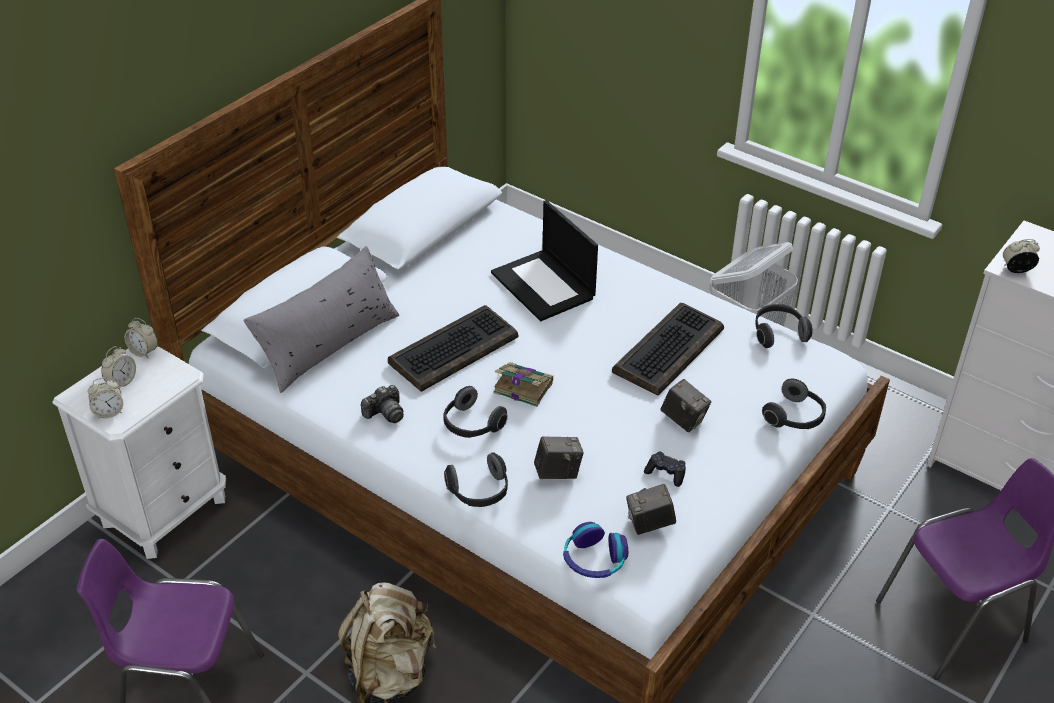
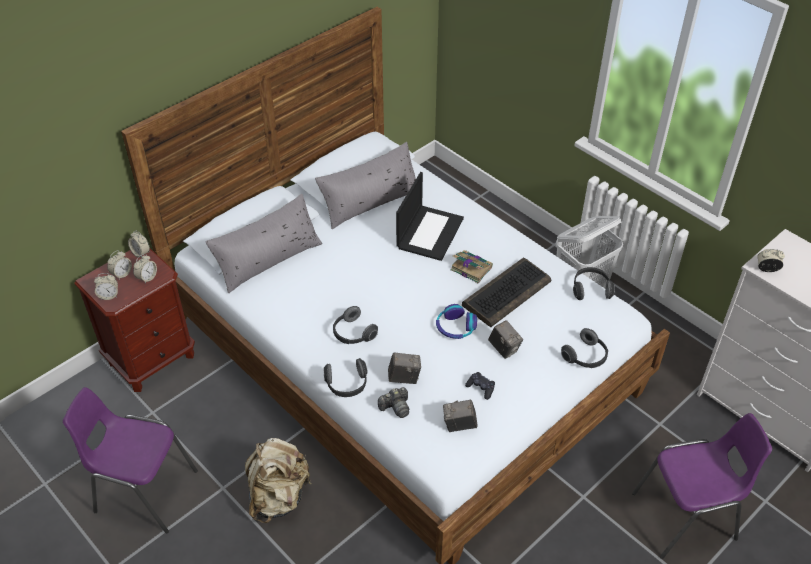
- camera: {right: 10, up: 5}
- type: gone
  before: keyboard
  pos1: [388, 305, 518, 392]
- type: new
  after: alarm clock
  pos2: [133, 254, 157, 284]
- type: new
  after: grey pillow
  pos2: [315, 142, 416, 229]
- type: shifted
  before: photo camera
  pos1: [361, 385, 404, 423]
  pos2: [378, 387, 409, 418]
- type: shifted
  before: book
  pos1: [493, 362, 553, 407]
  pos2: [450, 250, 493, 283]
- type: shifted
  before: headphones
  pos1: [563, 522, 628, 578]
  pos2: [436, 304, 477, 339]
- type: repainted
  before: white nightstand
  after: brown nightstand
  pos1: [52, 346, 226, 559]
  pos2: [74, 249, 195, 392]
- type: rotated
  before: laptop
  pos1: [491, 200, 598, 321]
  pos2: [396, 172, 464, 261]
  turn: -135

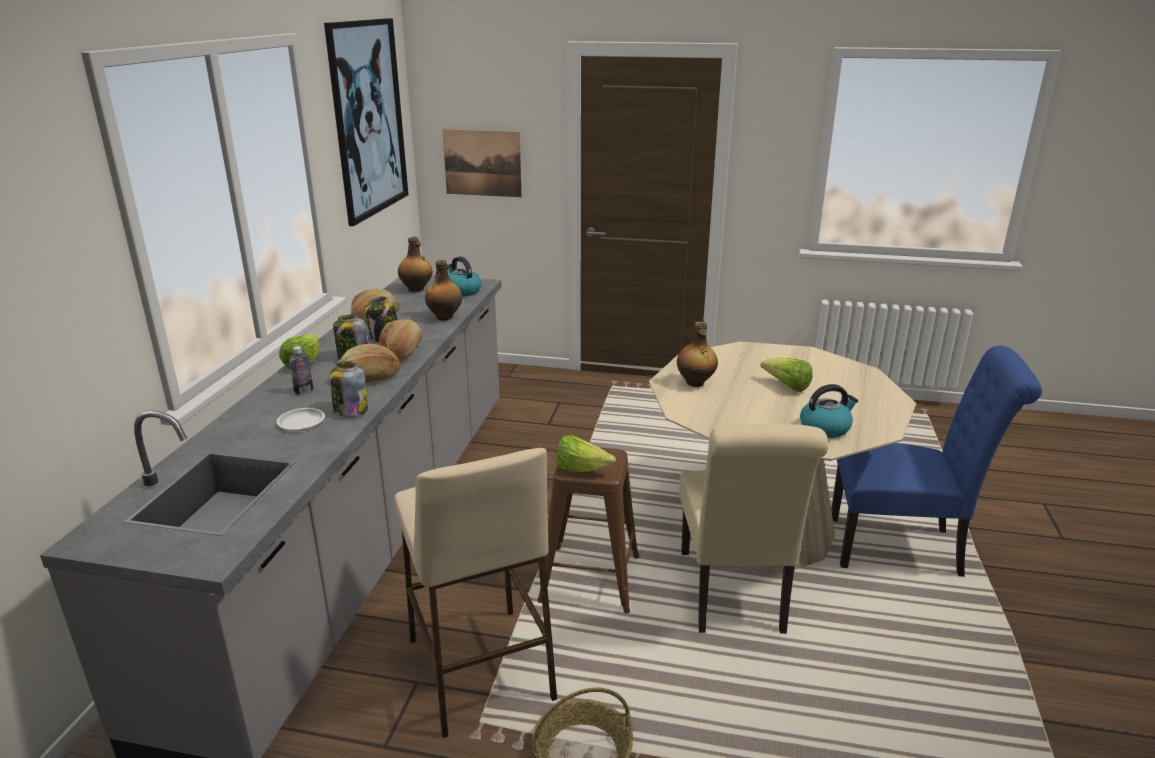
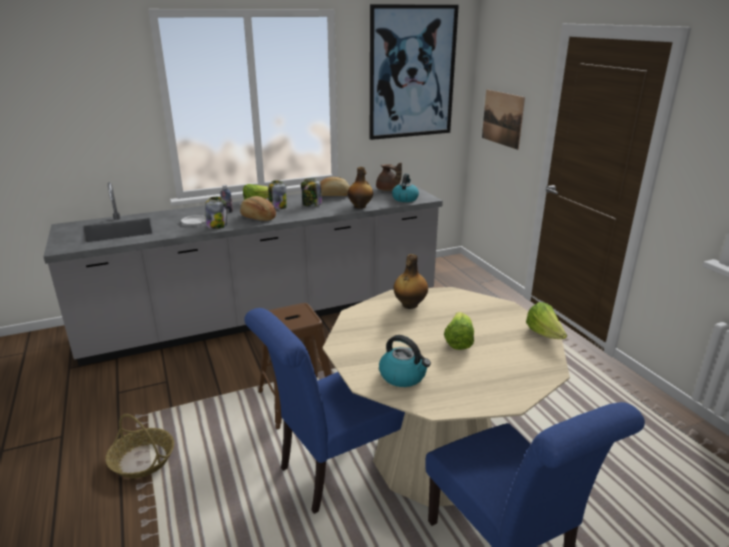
- camera: {right: 55, up: 0}
- type: gone
  before: bread
  pos1: [379, 320, 423, 361]
- type: gone
  before: beige stool
  pos1: [394, 448, 557, 738]
- type: shifted
  before: lettuce
  pos1: [556, 435, 616, 472]
  pos2: [526, 302, 567, 339]
- type: swapped
  before: bottle
  after: brown teapot
  pos1: [398, 236, 432, 292]
  pos2: [376, 163, 402, 191]
- type: repainted
  before: beige chair
  after: blue chair
  pos1: [679, 424, 828, 634]
  pos2: [244, 308, 405, 514]

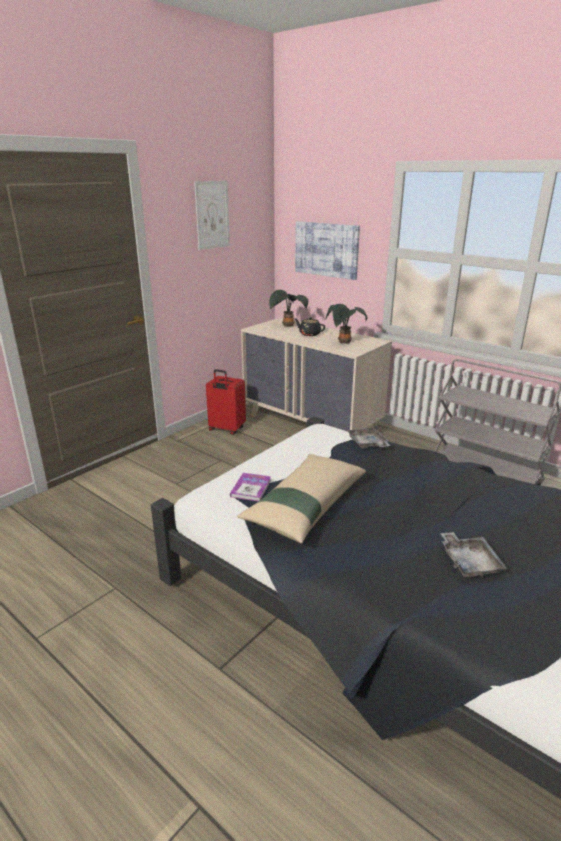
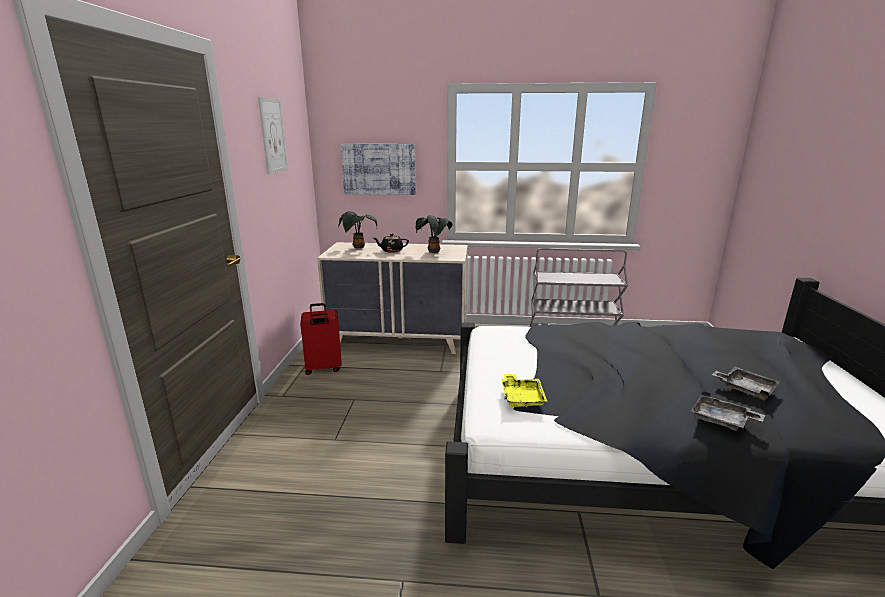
- camera: {right: -35, up: -5}
- type: gone
  before: beige pillow
  pos1: [237, 454, 366, 544]
- type: shifted
  before: grey tray
  pos1: [347, 425, 390, 449]
  pos2: [691, 391, 765, 431]
- type: swapped
  before: book
  after: yellow tray
  pos1: [230, 473, 271, 501]
  pos2: [501, 374, 548, 408]

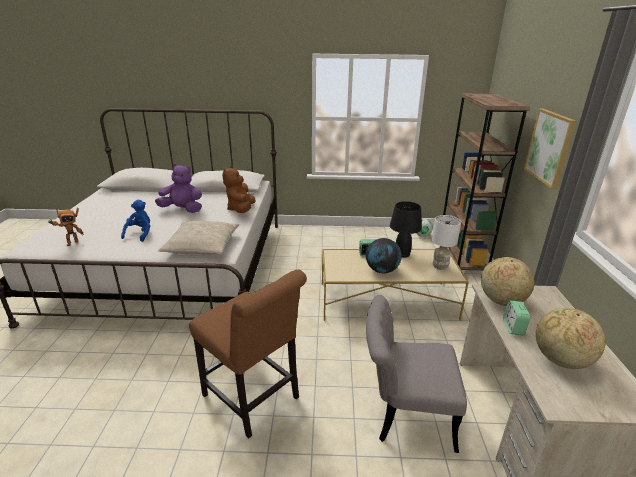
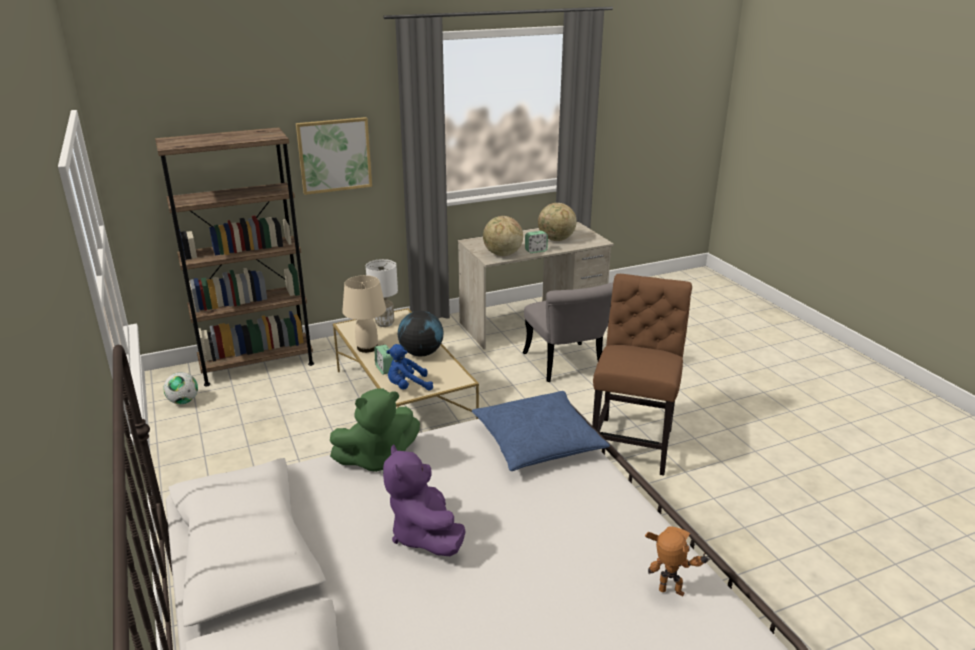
- camera: {right: -115, up: 0}
- type: shifted
  before: blue plush toy
  pos1: [121, 200, 150, 242]
  pos2: [386, 344, 433, 391]
- type: repainted
  before: beige pillow
  after: blue pillow
  pos1: [158, 221, 239, 255]
  pos2: [472, 391, 610, 471]
- type: repainted
  before: brown plush toy
  after: green plush toy
  pos1: [222, 166, 256, 213]
  pos2: [330, 388, 420, 473]
- type: repainted
  before: black table lamp
  after: beige table lamp
  pos1: [390, 201, 422, 258]
  pos2: [342, 275, 386, 353]

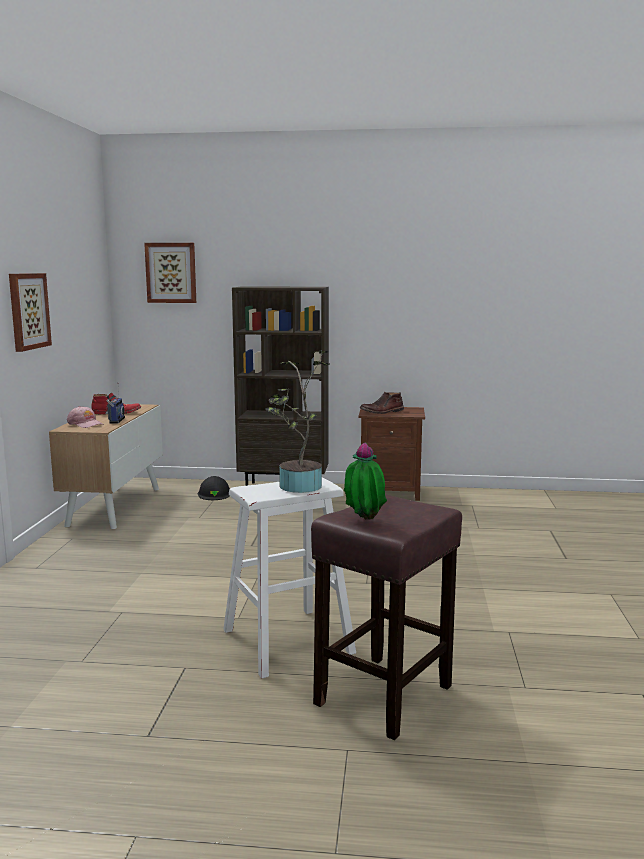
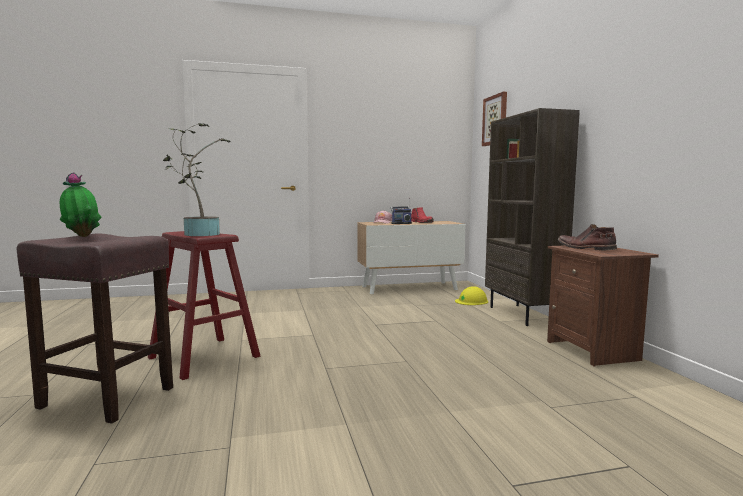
- camera: {right: 70, up: -5}
- type: gone
  before: picture
  pos1: [9, 273, 52, 352]
- type: repainted
  before: black hard hat
  after: yellow hard hat
  pos1: [198, 476, 230, 500]
  pos2: [455, 286, 488, 305]
- type: repainted
  before: white stool
  after: red stool
  pos1: [223, 477, 356, 679]
  pos2: [148, 231, 260, 380]

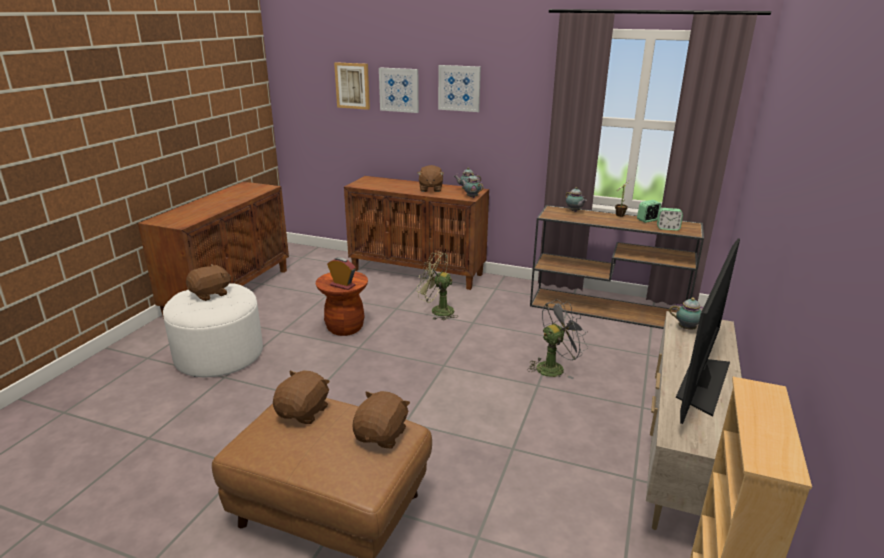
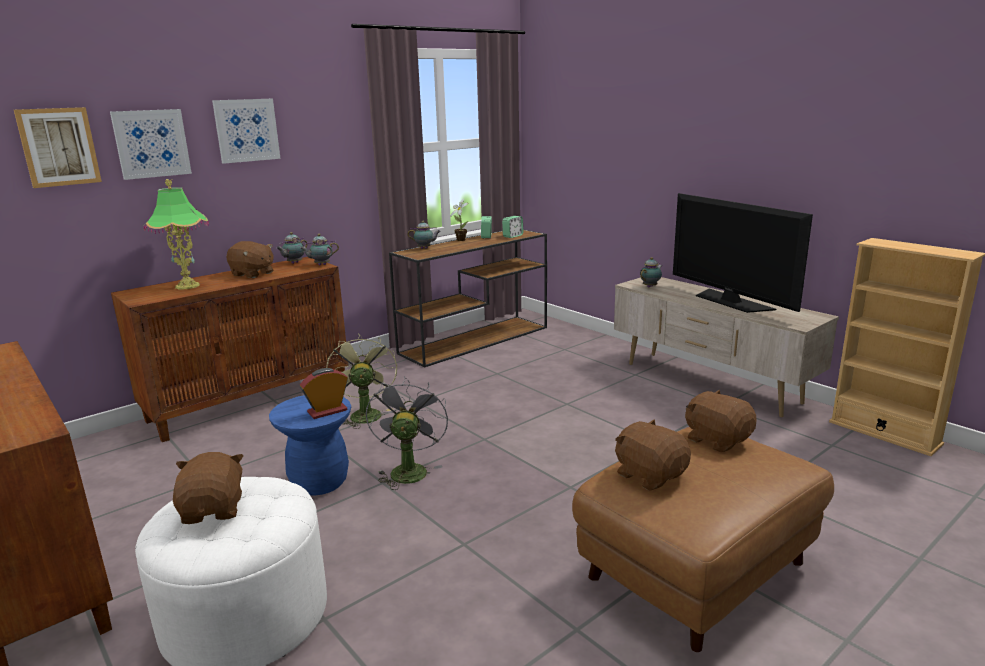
- camera: {right: -60, up: -5}
- type: new
  after: table lamp
  pos2: [144, 179, 209, 289]
- type: shifted
  before: grey fan
  pos1: [527, 300, 589, 379]
  pos2: [366, 377, 448, 490]
- type: repainted
  before: brown stool
  after: blue stool
  pos1: [316, 271, 368, 336]
  pos2: [269, 395, 351, 495]
- type: rotated
  before: green fan
  pos1: [417, 252, 457, 320]
  pos2: [326, 334, 397, 429]
  turn: 120

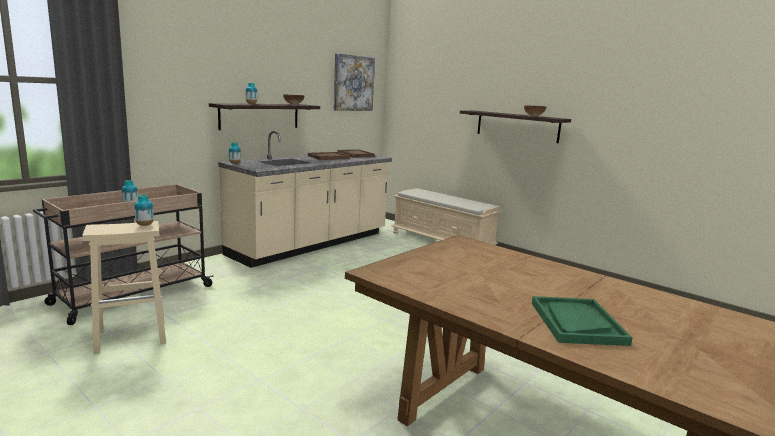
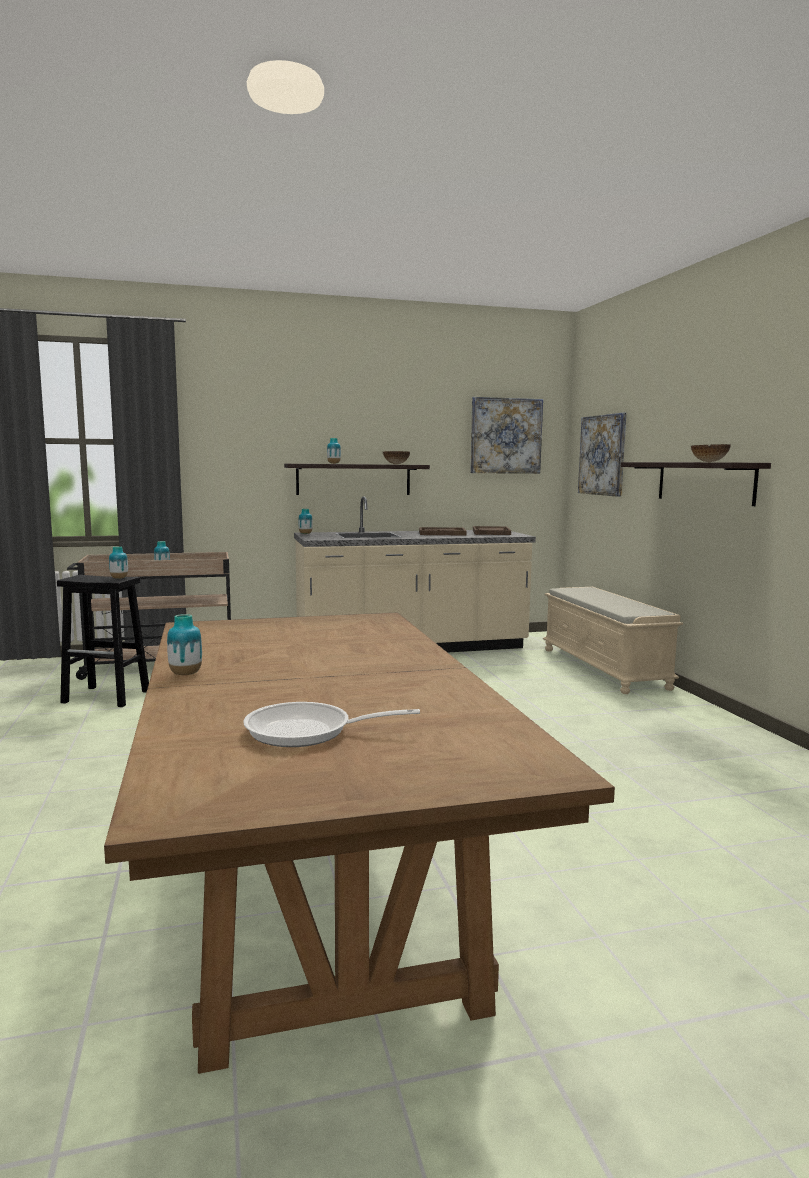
- camera: {right: 35, up: -5}
- type: gone
  before: green tray
  pos1: [532, 296, 632, 346]
- type: new
  after: vase
  pos2: [167, 614, 202, 675]
- type: new
  after: frying pan
  pos2: [243, 702, 420, 747]
- type: new
  after: picture
  pos2: [578, 413, 626, 497]
- type: repainted
  before: beige stool
  after: black stool
  pos1: [82, 221, 166, 354]
  pos2: [57, 575, 149, 707]

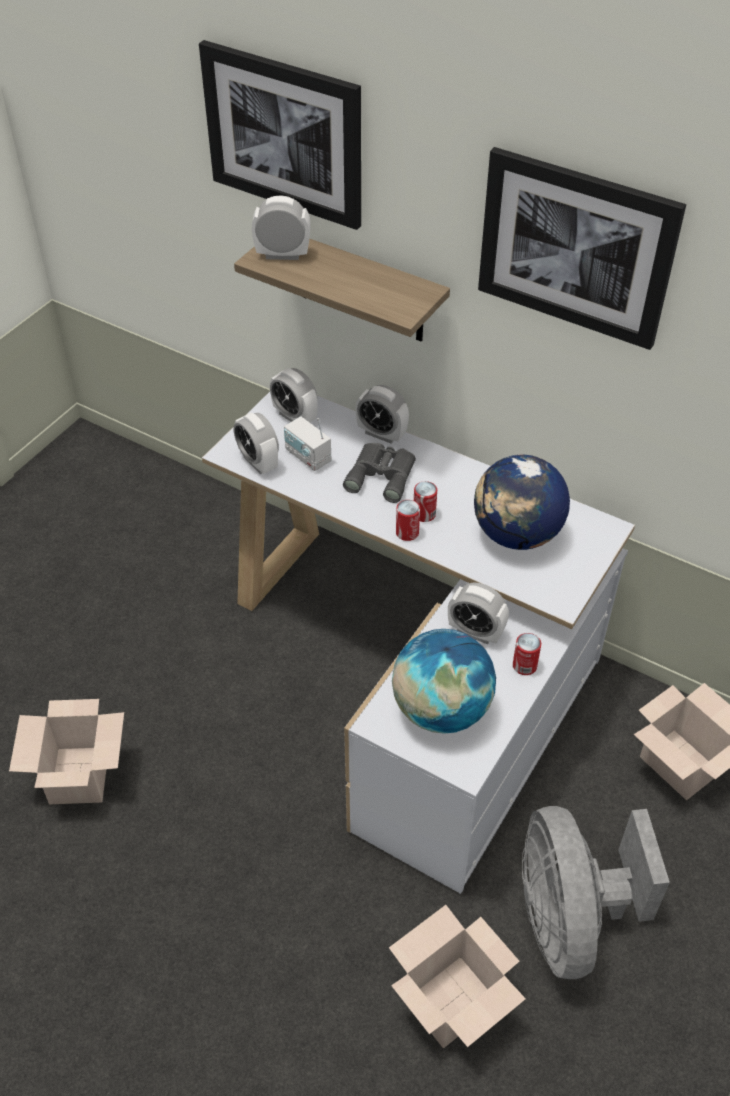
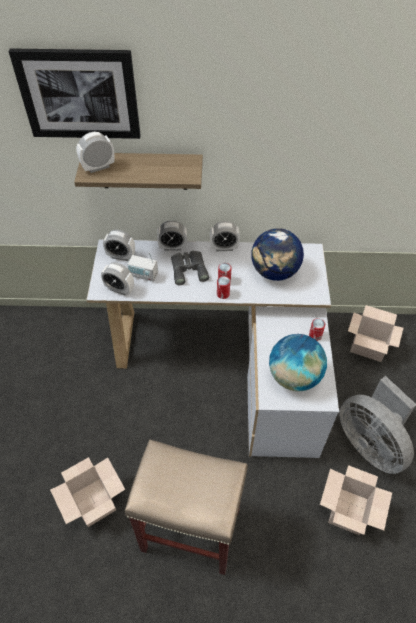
- camera: {right: -30, up: 5}
- type: gone
  before: picture
  pos1: [478, 147, 686, 350]
- type: new
  after: beige stool
  pos2: [125, 440, 248, 575]
- type: shifted
  before: alarm clock
  pos1: [448, 583, 509, 644]
  pos2: [210, 221, 240, 251]

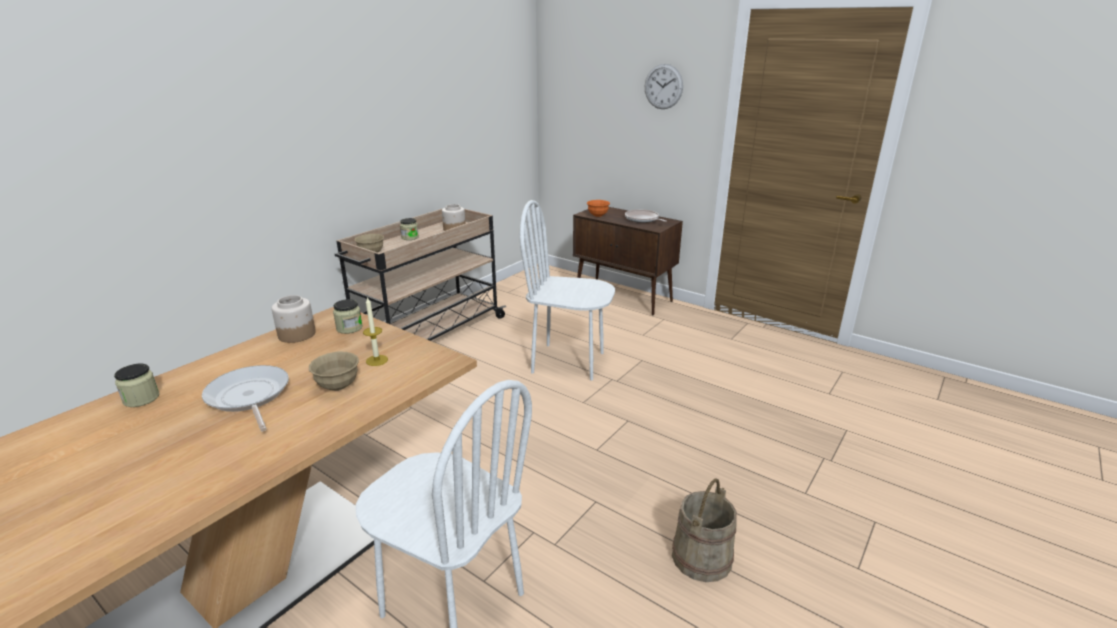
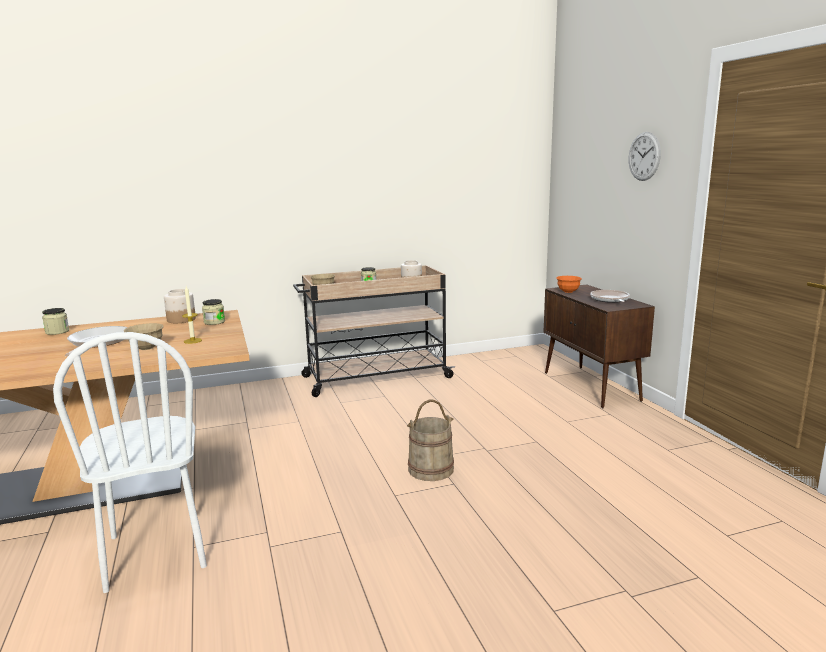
- camera: {right: 35, up: -10}
- type: gone
  before: white chair
  pos1: [520, 200, 615, 381]
- type: shifted
  before: beige bucket
  pos1: [672, 479, 737, 582]
  pos2: [407, 399, 454, 481]

